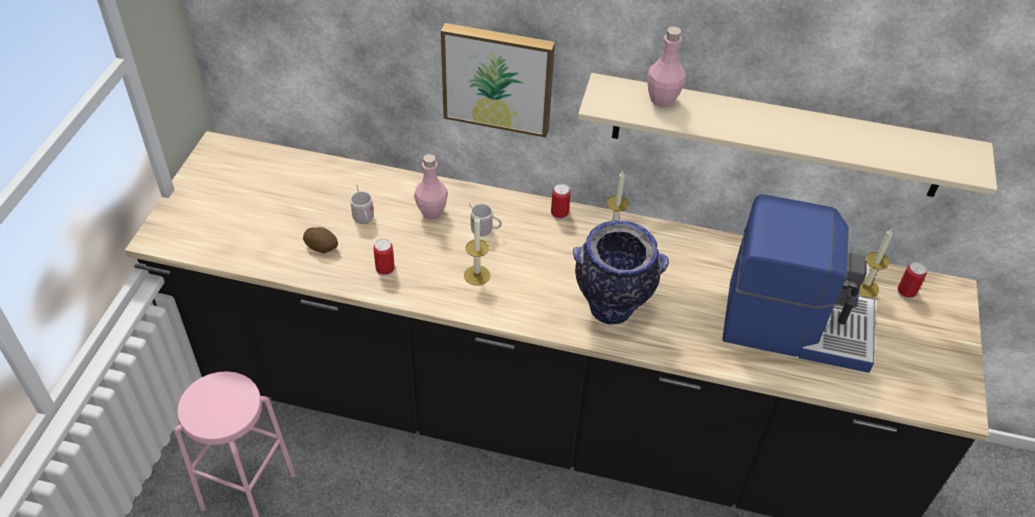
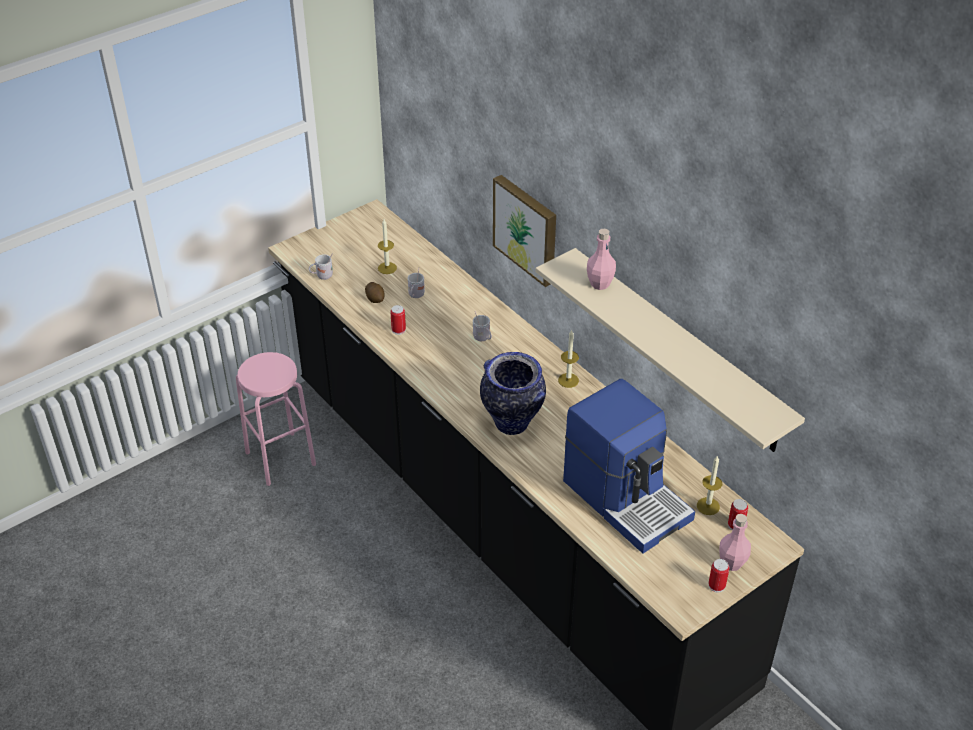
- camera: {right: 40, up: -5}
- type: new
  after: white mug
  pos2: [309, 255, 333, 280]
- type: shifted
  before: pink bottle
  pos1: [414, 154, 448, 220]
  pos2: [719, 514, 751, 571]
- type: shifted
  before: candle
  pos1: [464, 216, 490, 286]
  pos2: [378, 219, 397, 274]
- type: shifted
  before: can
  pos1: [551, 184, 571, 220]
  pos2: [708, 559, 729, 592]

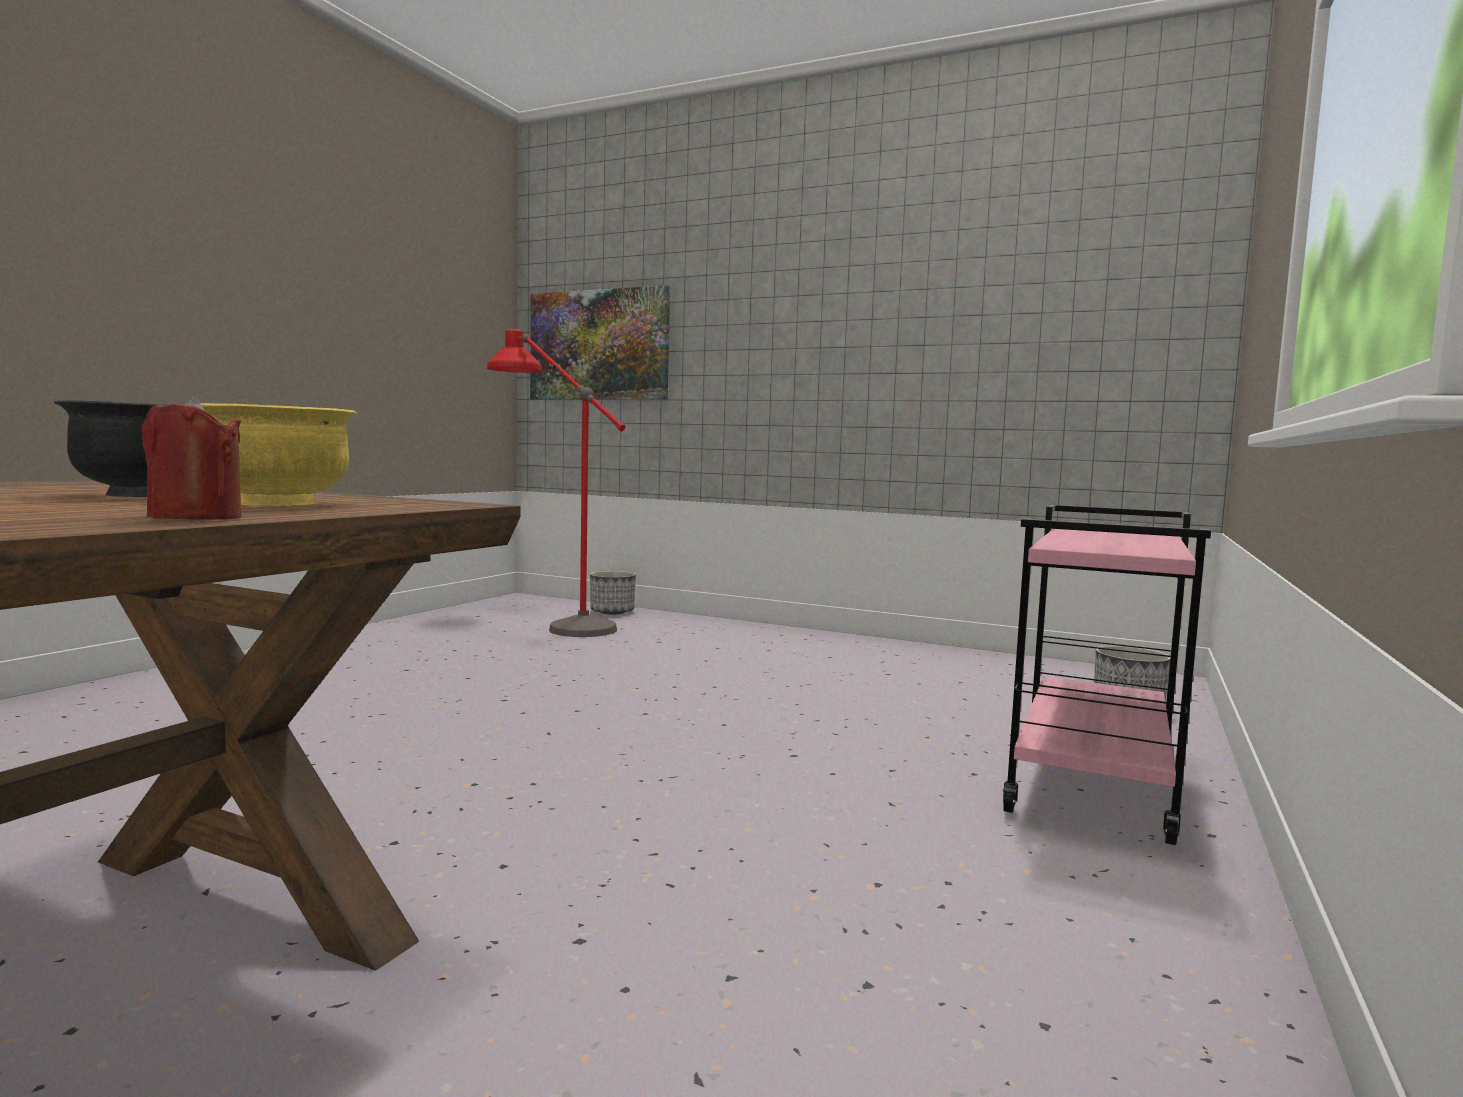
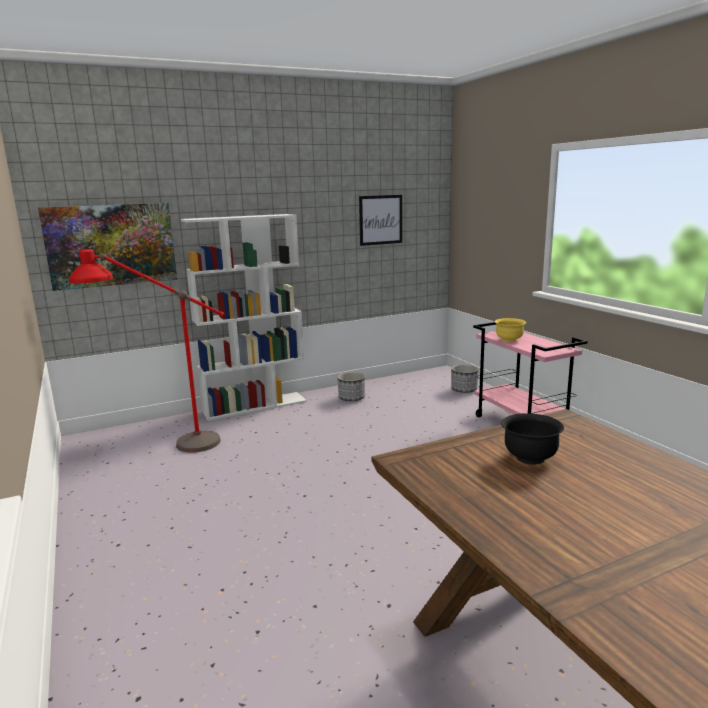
- camera: {right: -50, up: 10}
- type: gone
  before: red candle
  pos1: [142, 396, 242, 520]
- type: new
  after: white bookcase
  pos2: [181, 214, 307, 421]
- type: new
  after: picture
  pos2: [359, 195, 402, 246]
- type: shifted
  before: yellow bowl
  pos1: [185, 403, 357, 506]
  pos2: [495, 318, 526, 342]
- type: shifted
  before: planter
  pos1: [590, 571, 636, 614]
  pos2: [337, 372, 365, 401]

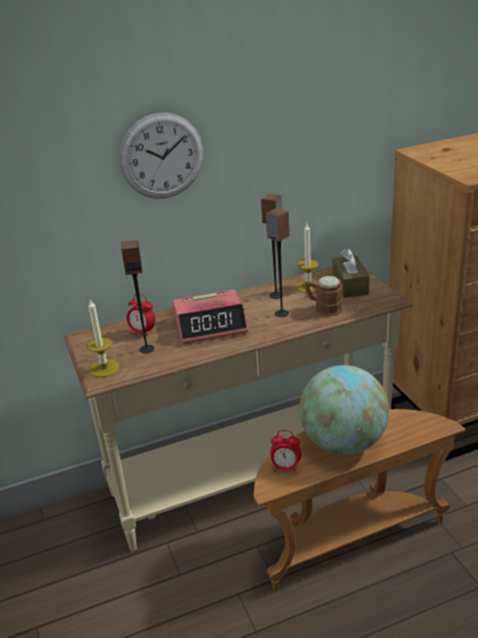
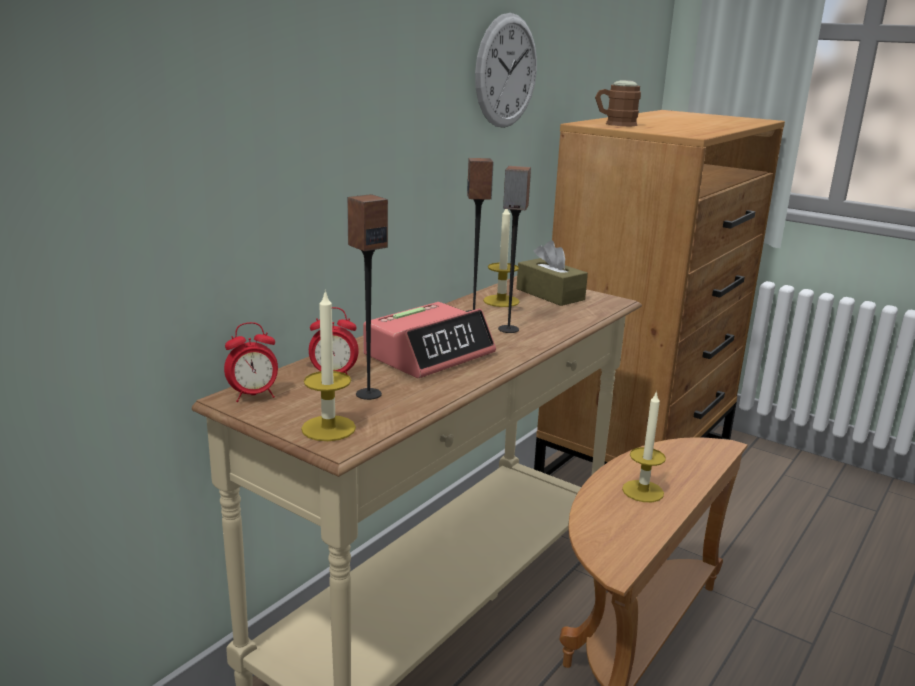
- camera: {right: -35, up: -10}
- type: shifted
  before: wall clock
  pos1: [119, 113, 203, 199]
  pos2: [475, 13, 537, 128]
- type: shifted
  before: alarm clock
  pos1: [270, 430, 301, 473]
  pos2: [224, 322, 278, 402]
- type: shifted
  before: brown mug
  pos1: [305, 276, 342, 317]
  pos2: [595, 80, 641, 126]
- type: swapped
  before: globe
  after: candle
  pos1: [299, 365, 389, 455]
  pos2: [622, 391, 666, 502]

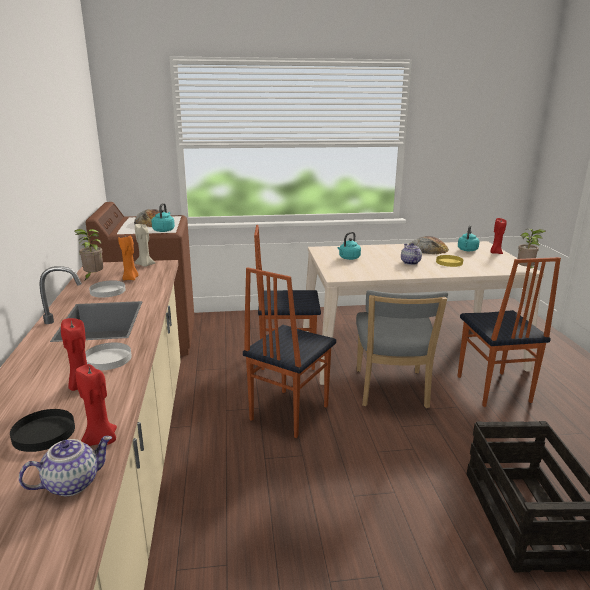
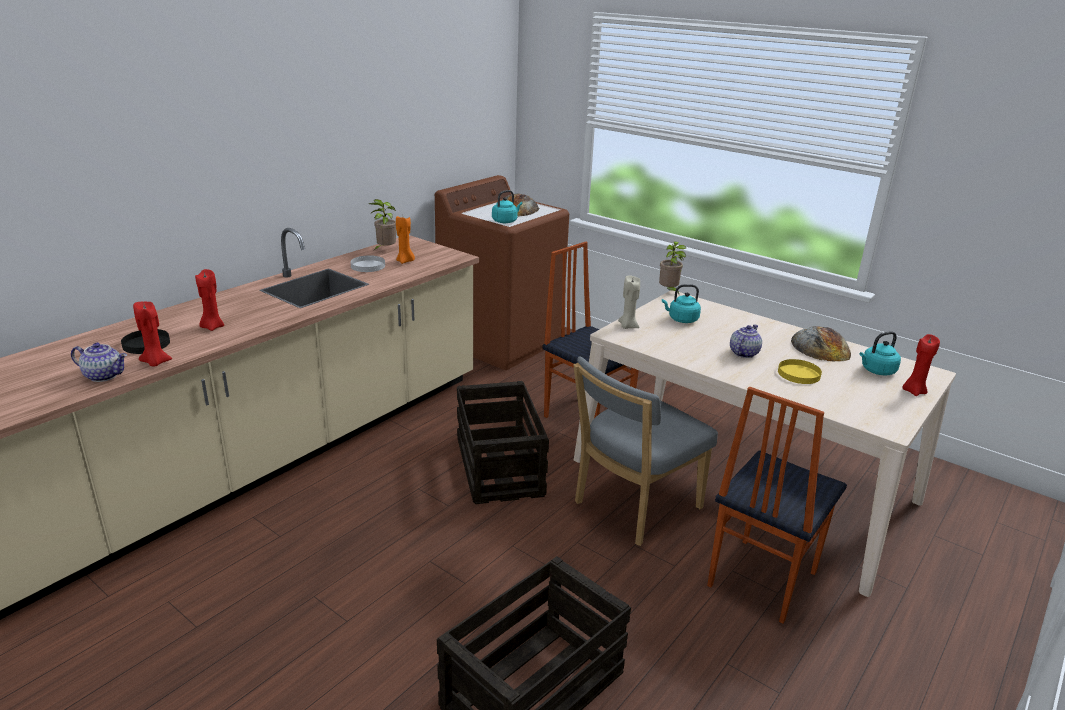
- camera: {right: 45, up: 5}
- type: gone
  before: white plate
  pos1: [85, 343, 132, 371]
- type: shifted
  before: beige candle
  pos1: [135, 224, 156, 267]
  pos2: [618, 275, 640, 329]
- type: shifted
  before: potted plant
  pos1: [518, 229, 546, 268]
  pos2: [659, 241, 686, 294]
- type: swapped
  before: chair
  after: crate
  pos1: [243, 267, 336, 438]
  pos2: [457, 381, 549, 504]

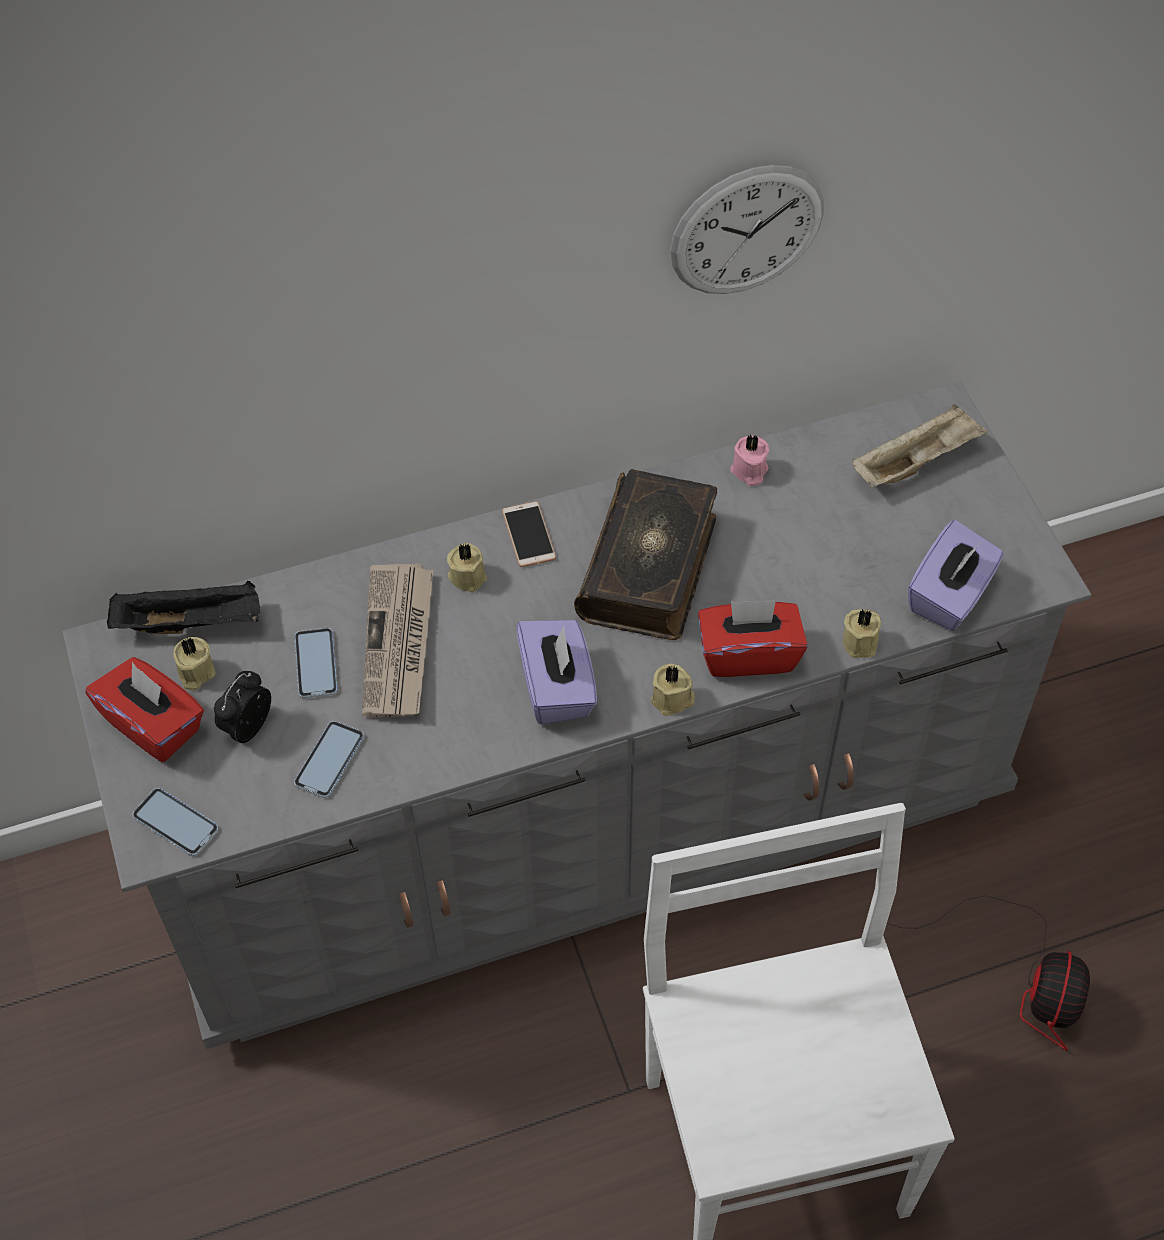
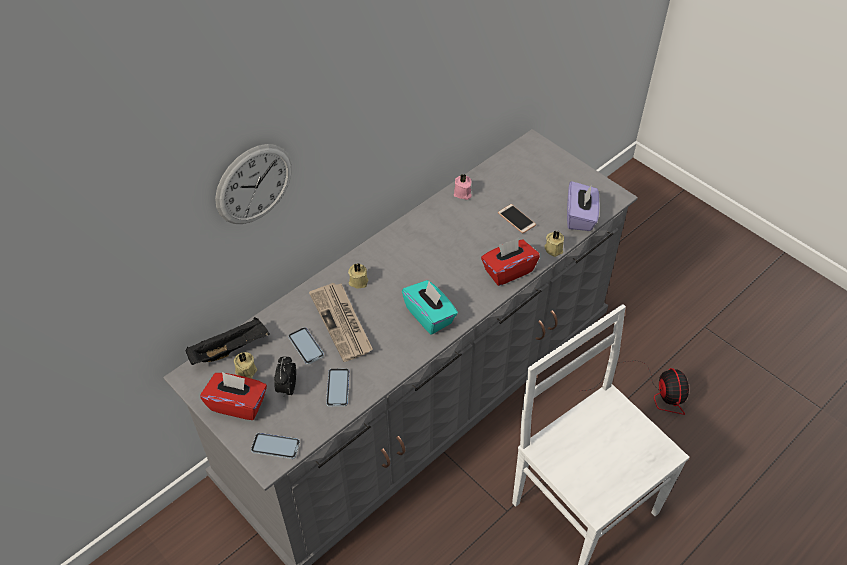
- camera: {right: -25, up: -5}
- type: gone
  before: book
  pos1: [574, 469, 717, 640]
- type: gone
  before: beige candle
  pos1: [651, 664, 695, 716]
- type: gone
  before: beige tray
  pos1: [852, 404, 988, 488]
- type: shifted
  before: phone
  pos1: [502, 501, 556, 567]
  pos2: [498, 204, 536, 233]
- type: shifted
  before: wall clock
  pos1: [670, 165, 824, 294]
  pos2: [215, 144, 292, 224]
- type: repainted
  before: purple tissue box
  after: turquoise tissue box
  pos1: [516, 620, 597, 724]
  pos2: [402, 280, 458, 335]

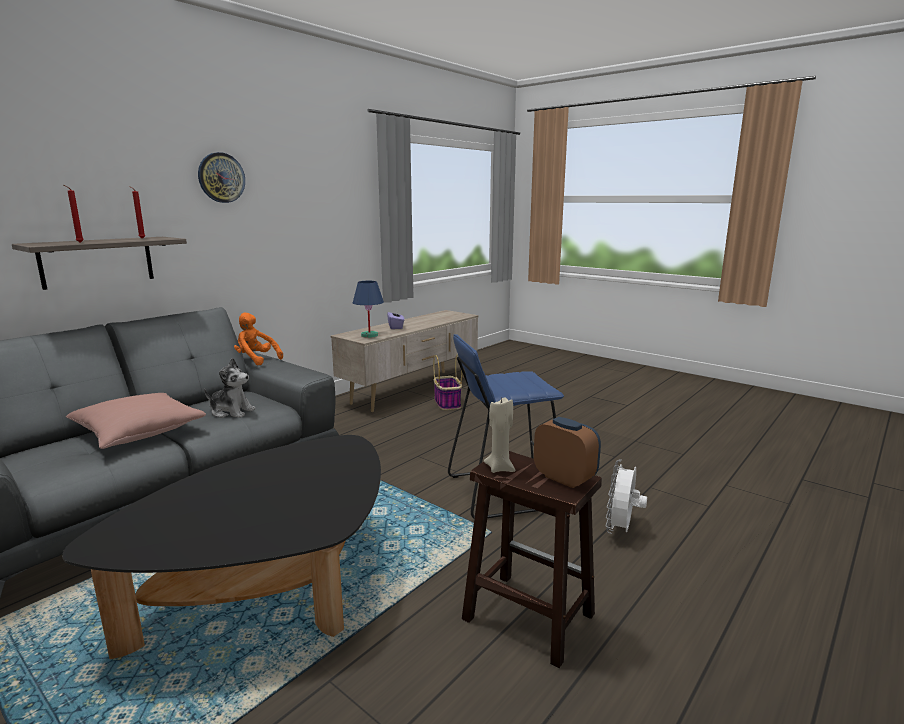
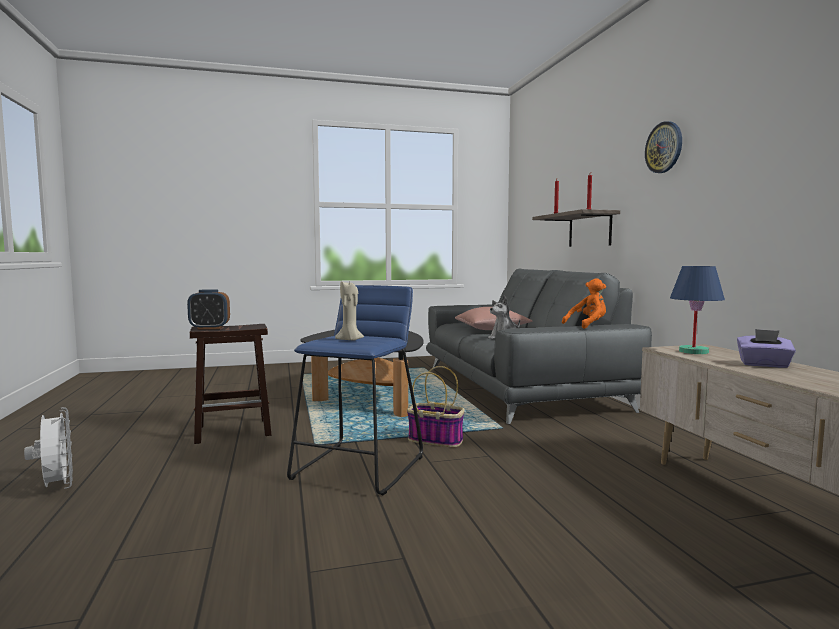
- camera: {right: 125, up: -10}
- type: shifted
  before: basket
  pos1: [433, 354, 462, 410]
  pos2: [407, 366, 465, 447]
- type: shifted
  before: beige candle
  pos1: [484, 396, 515, 473]
  pos2: [335, 281, 364, 341]
- type: shifted
  before: white fan
  pos1: [605, 459, 647, 534]
  pos2: [24, 407, 73, 489]

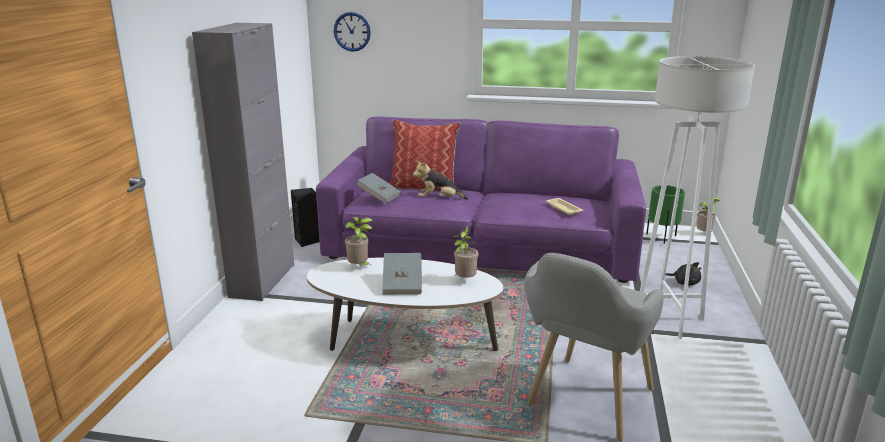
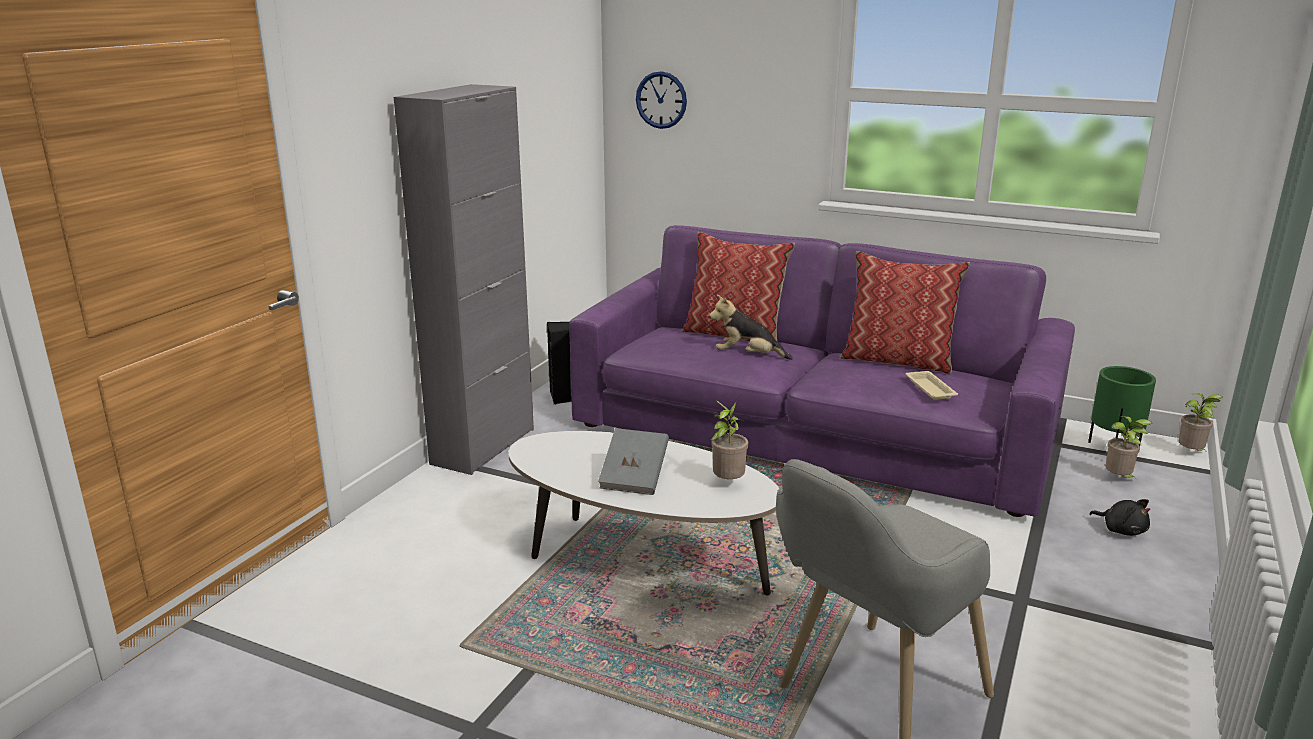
- camera: {right: 15, up: 0}
- type: gone
  before: grey book
  pos1: [356, 173, 401, 204]
- type: gone
  before: white floor lamp
  pos1: [640, 56, 755, 339]
- type: new
  after: pillow
  pos2: [840, 251, 970, 375]
- type: shifted
  before: potted plant
  pos1: [345, 217, 373, 267]
  pos2: [1106, 416, 1153, 478]

